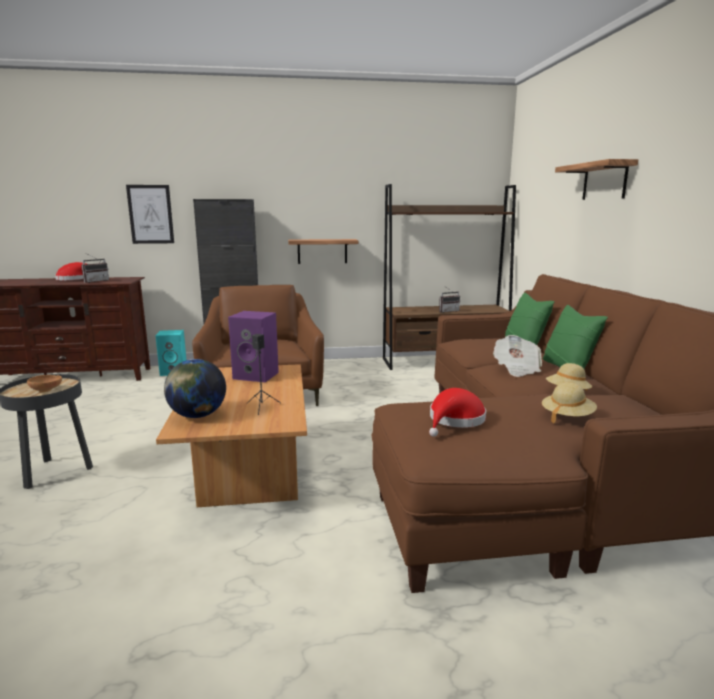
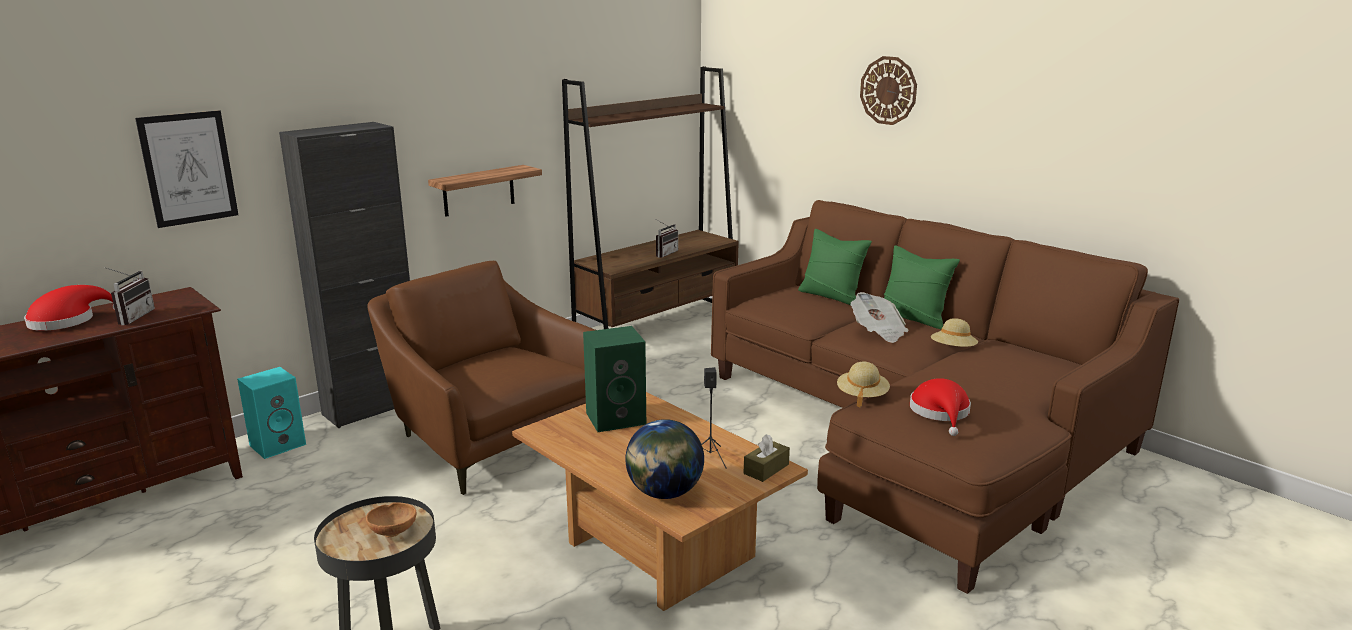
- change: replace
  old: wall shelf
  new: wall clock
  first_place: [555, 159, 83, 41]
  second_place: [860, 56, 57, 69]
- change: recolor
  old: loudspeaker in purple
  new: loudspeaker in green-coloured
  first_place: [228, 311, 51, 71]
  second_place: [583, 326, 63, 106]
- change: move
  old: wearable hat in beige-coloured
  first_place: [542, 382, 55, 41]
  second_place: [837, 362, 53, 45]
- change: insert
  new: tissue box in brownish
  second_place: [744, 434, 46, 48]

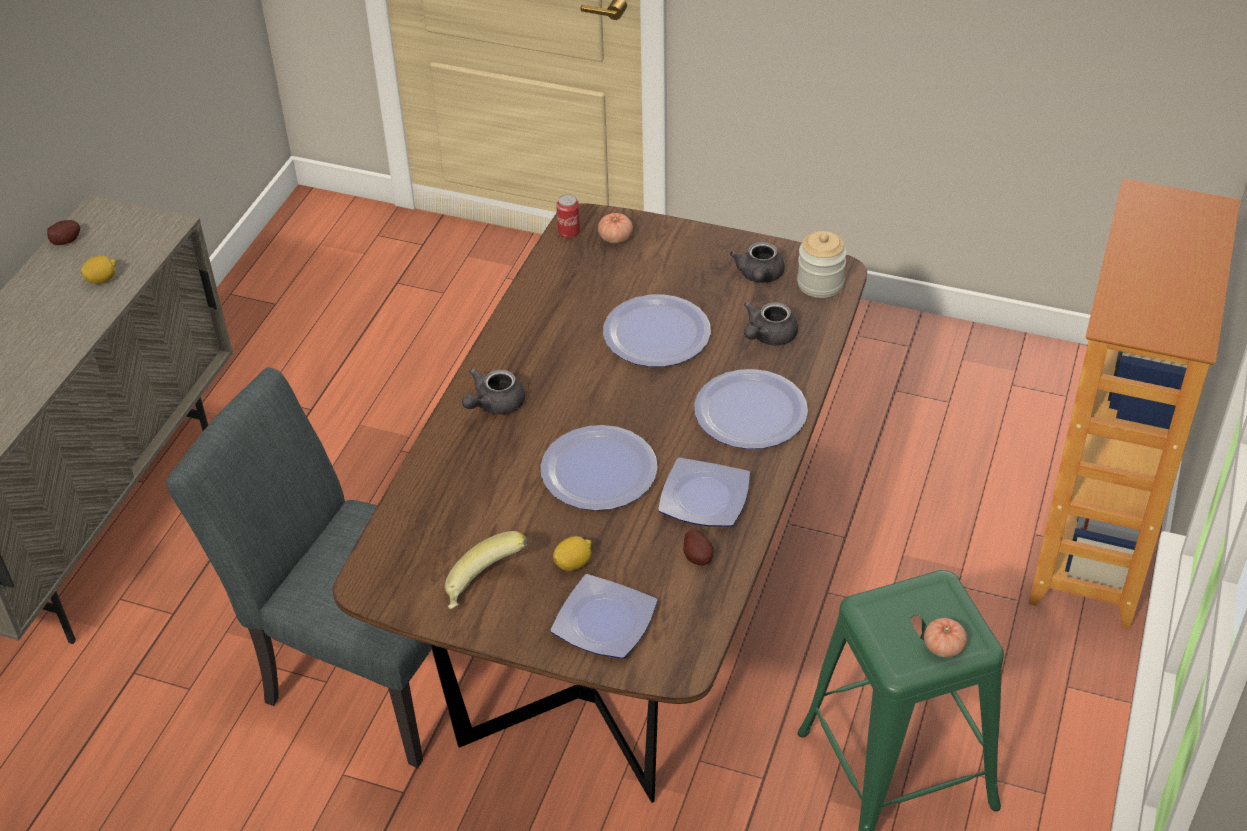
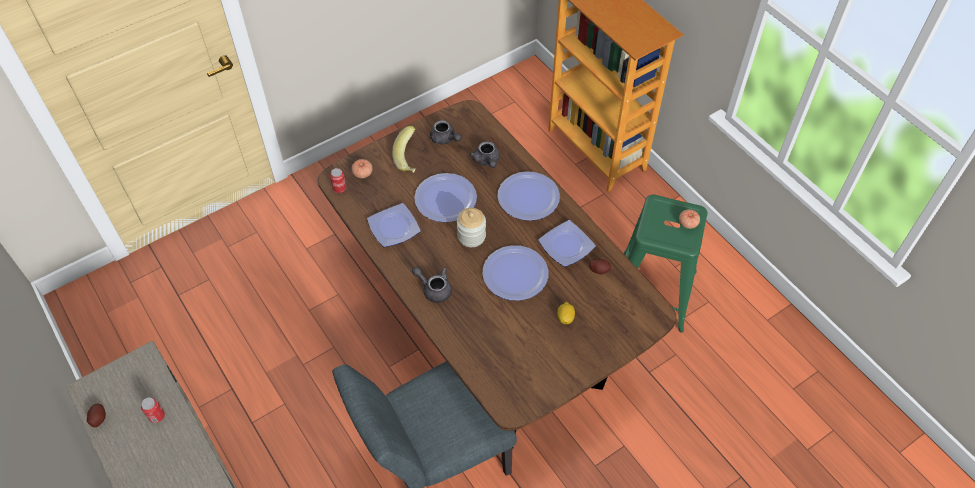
- change: move
  old: jar
  first_place: [797, 231, 50, 67]
  second_place: [457, 208, 29, 39]
- change: replace
  old: citrus fruit
  new: can
  first_place: [81, 255, 35, 29]
  second_place: [141, 397, 24, 26]
- change: rotate
  old: pot for tea in grey
  first_place: [462, 368, 63, 47]
  second_place: [412, 266, 40, 37]
  degrees: 135
- change: move
  old: banana fruit
  first_place: [445, 531, 83, 78]
  second_place: [392, 126, 24, 47]
- change: move
  old: plate
  first_place: [550, 574, 108, 85]
  second_place: [367, 203, 54, 44]

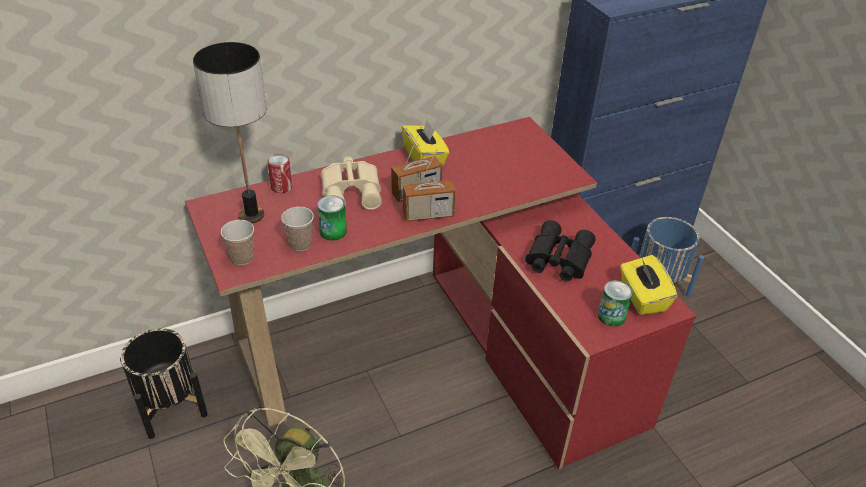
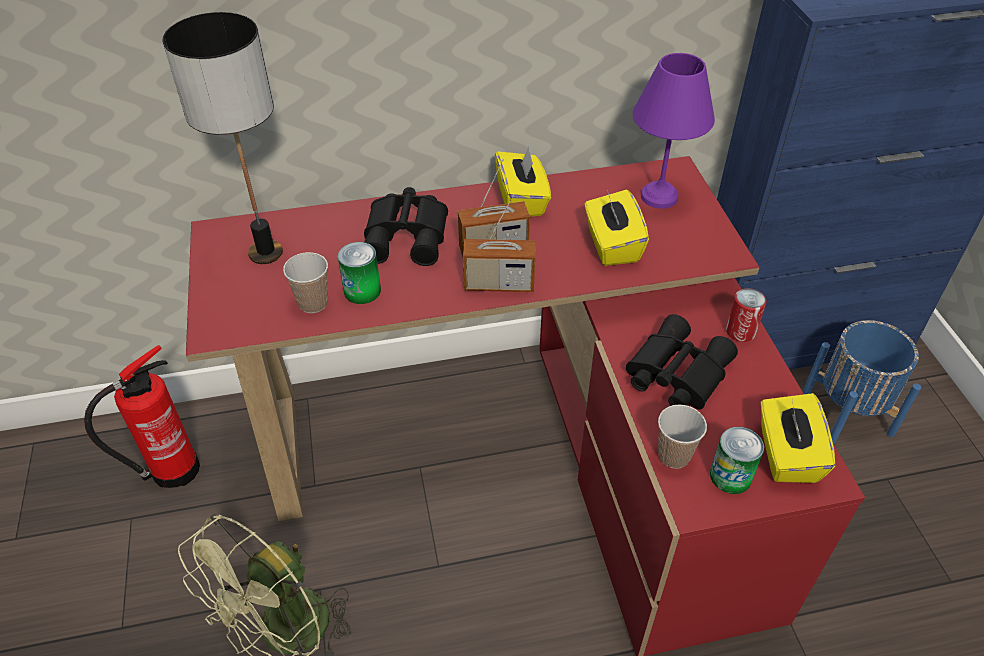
- change: move
  old: can
  first_place: [267, 154, 25, 39]
  second_place: [726, 288, 41, 54]
- change: recolor
  old: pair of binoculars in beige-coloured
  new: pair of binoculars in black-coloured
  first_place: [321, 157, 61, 53]
  second_place: [364, 187, 84, 79]
- change: move
  old: cup
  first_place: [221, 220, 33, 45]
  second_place: [658, 405, 49, 64]
- change: replace
  old: planter in black-coloured
  new: fire extinguisher
  first_place: [120, 328, 88, 111]
  second_place: [84, 345, 116, 143]
- change: insert
  new: table lamp in purple
  second_place: [633, 53, 82, 156]
- change: insert
  new: tissue box in yellow
  second_place: [584, 190, 65, 76]

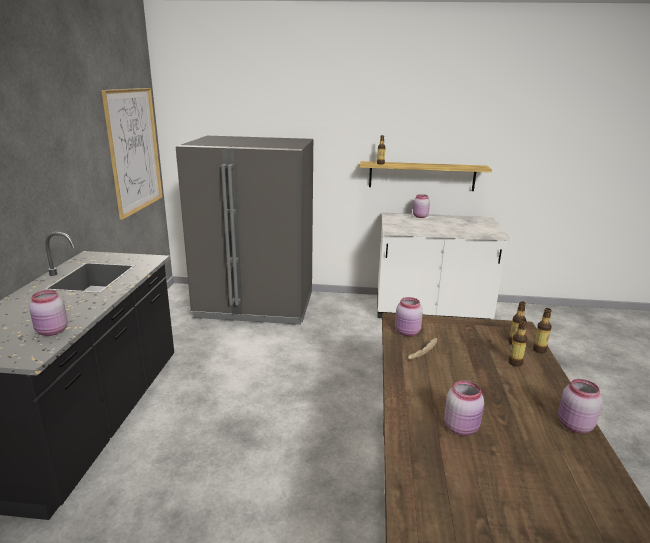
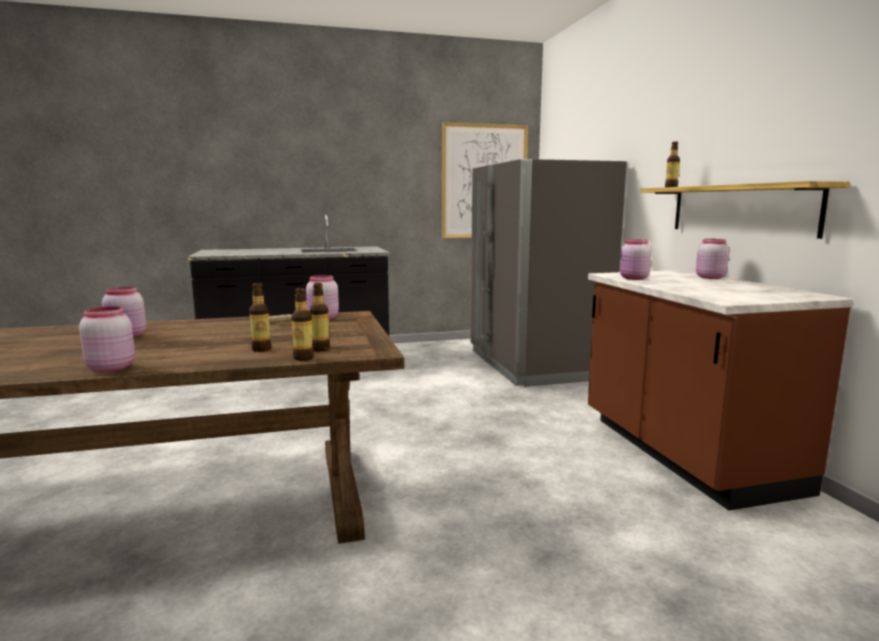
- change: recolor
  old: kitchen counter in white-coloured
  new: kitchen counter in brownish
  first_place: [377, 212, 133, 107]
  second_place: [588, 270, 265, 241]
- change: move
  old: jar in pink-coloured
  first_place: [29, 290, 39, 46]
  second_place: [620, 239, 32, 41]

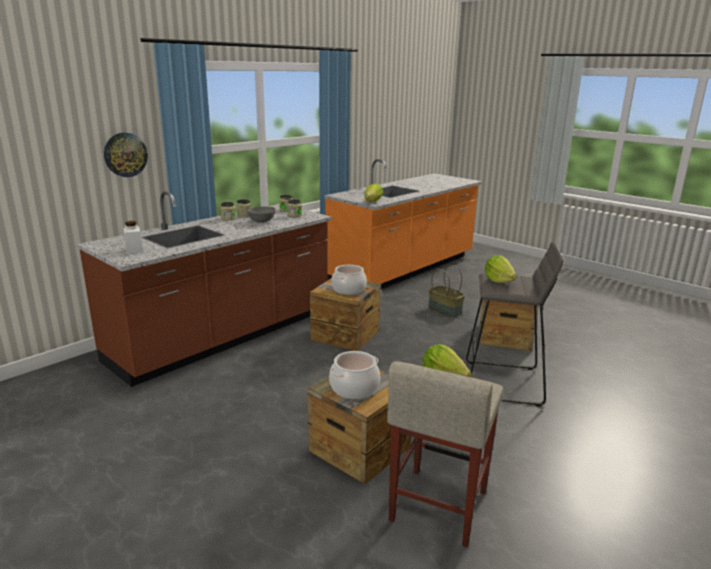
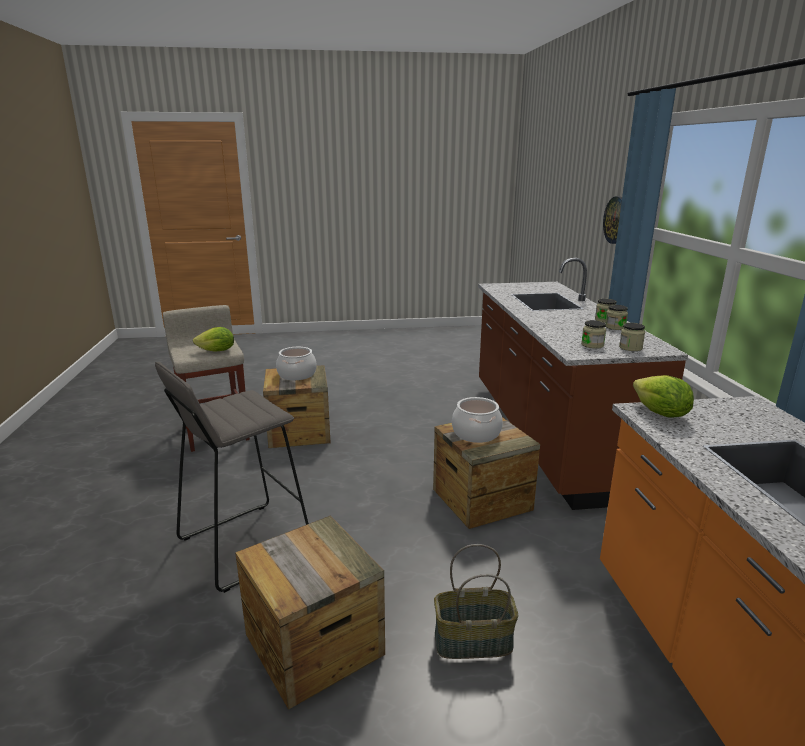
- change: delete
  old: bowl in grey
  first_place: [248, 206, 27, 17]
- change: delete
  old: jar in white-coloured
  first_place: [123, 221, 20, 33]
- change: delete
  old: lettuce head
  first_place: [485, 255, 32, 28]

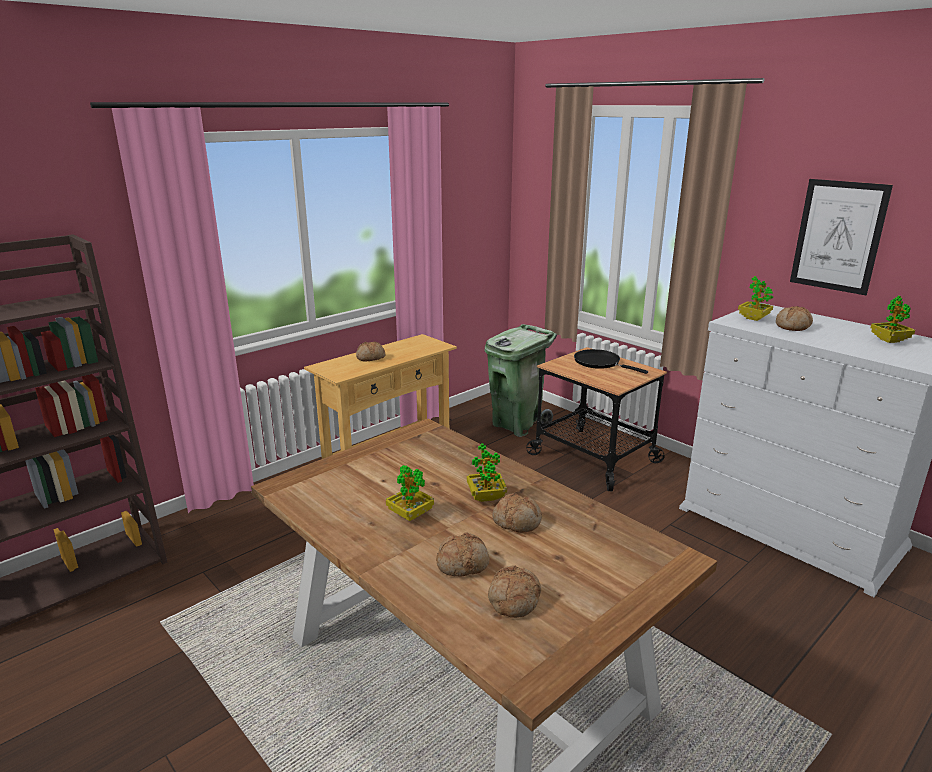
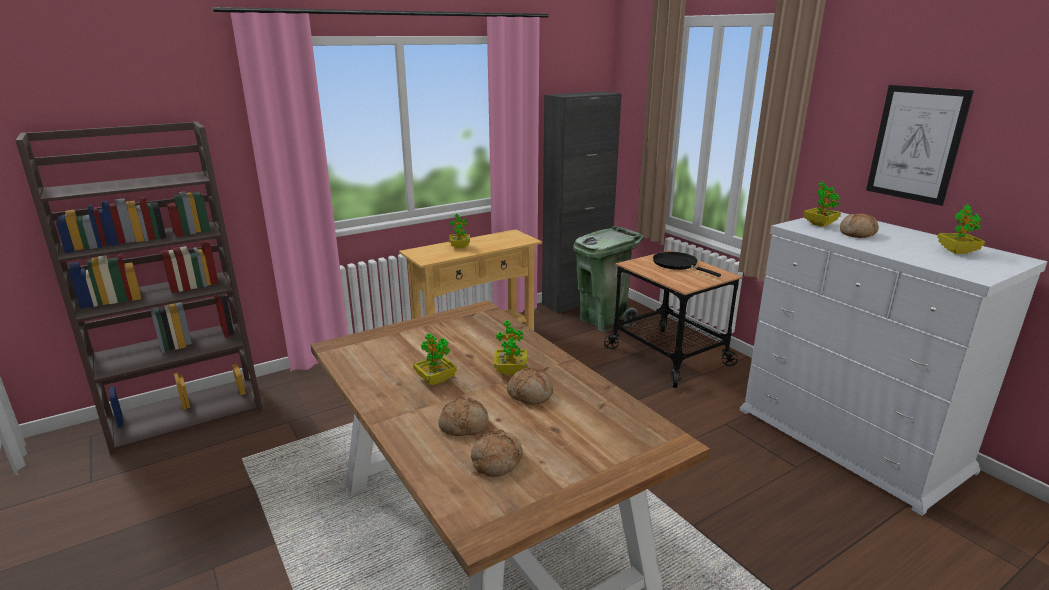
- change: replace
  old: baked bread
  new: plant in a pot
  first_place: [356, 341, 29, 20]
  second_place: [449, 213, 21, 35]
- change: insert
  new: cabinet in black-coloured
  second_place: [542, 91, 80, 223]

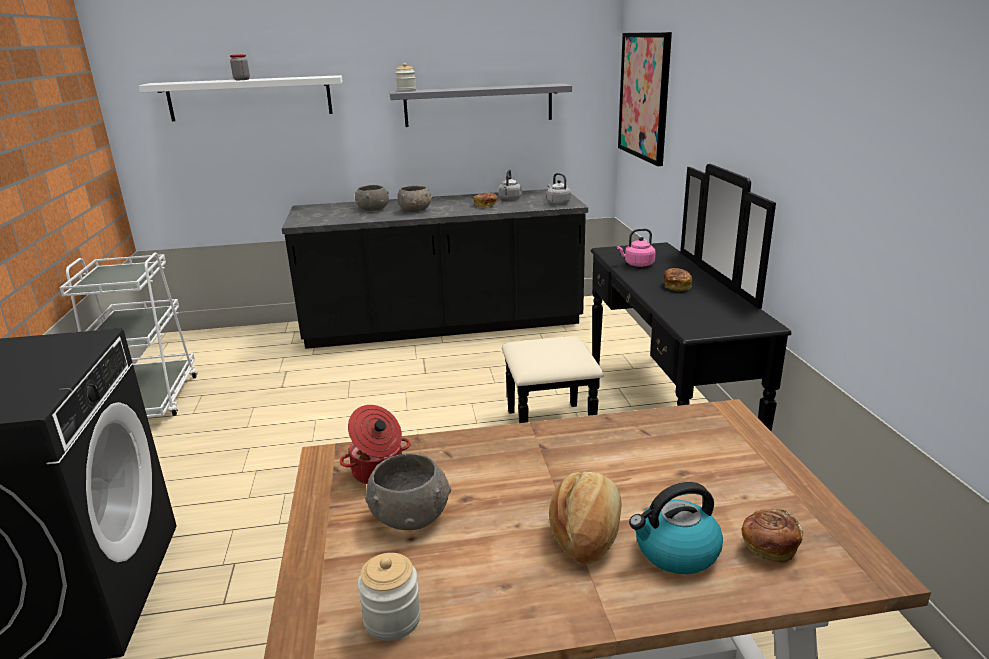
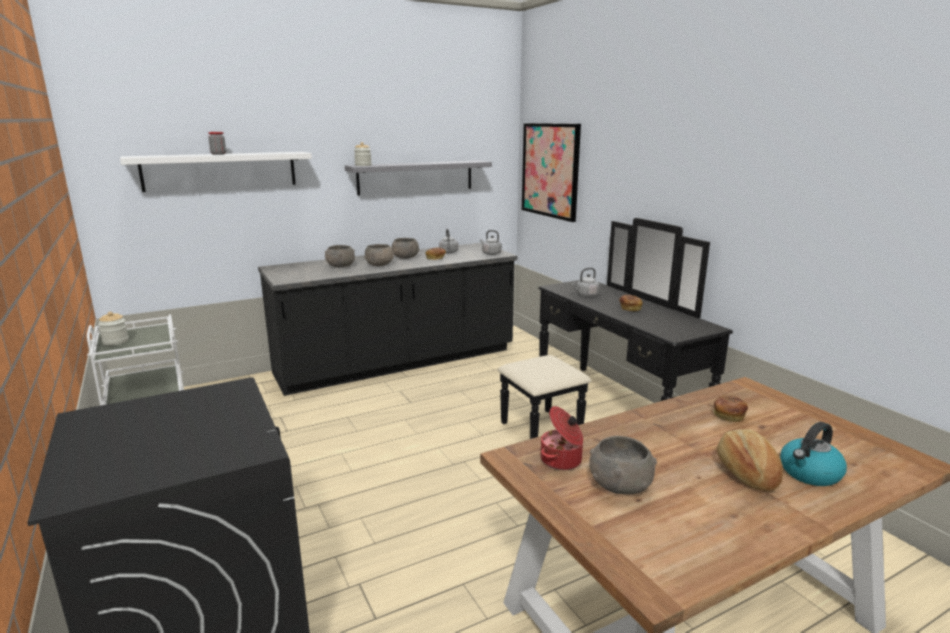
- change: recolor
  old: water kettle in pink-coloured
  new: water kettle in grey
  first_place: [617, 228, 39, 39]
  second_place: [572, 268, 28, 29]
- change: move
  old: baked bread
  first_place: [741, 508, 62, 55]
  second_place: [713, 395, 35, 27]
- change: move
  old: jar
  first_place: [358, 553, 63, 88]
  second_place: [98, 312, 31, 33]
- change: insert
  new: bowl in grey
  second_place: [391, 238, 29, 21]

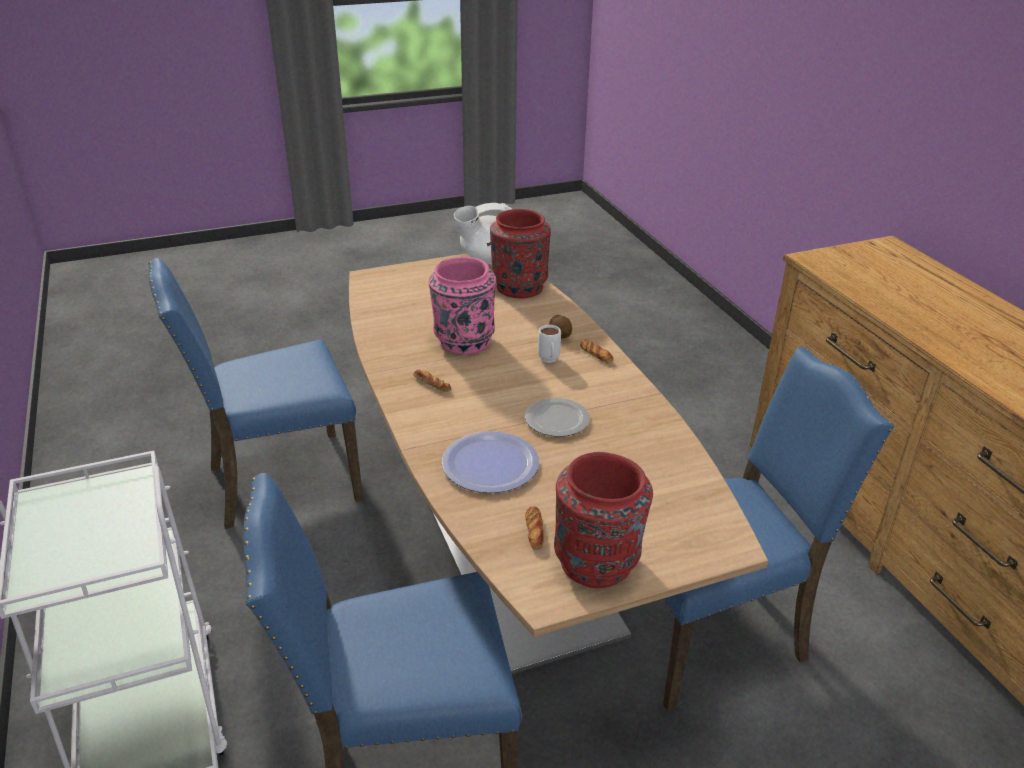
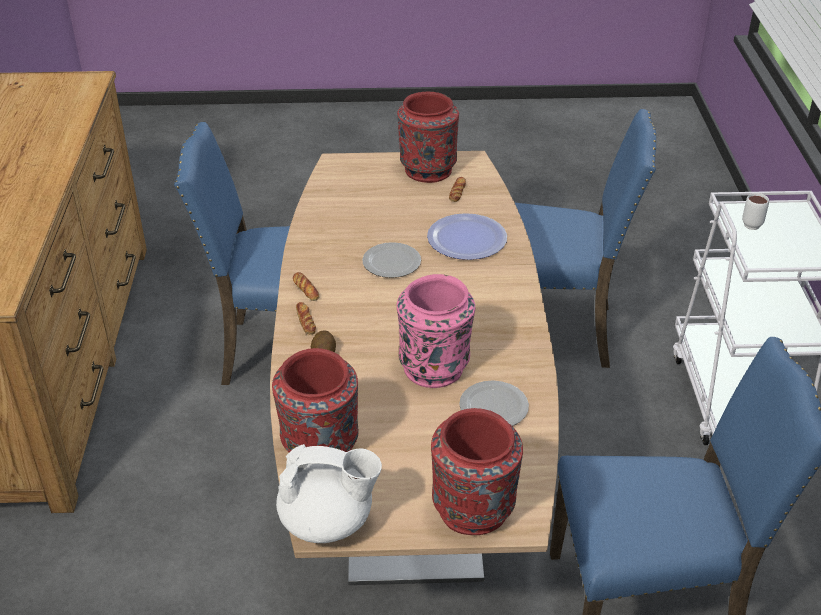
- change: move
  old: coffee mug in white-coloured
  first_place: [538, 325, 23, 38]
  second_place: [742, 193, 27, 37]
- change: move
  old: baked bread
  first_place: [414, 369, 37, 23]
  second_place: [293, 272, 26, 29]
- change: insert
  new: plate
  second_place: [459, 381, 70, 45]
- change: insert
  new: vase in reddish
  second_place: [431, 408, 92, 127]

